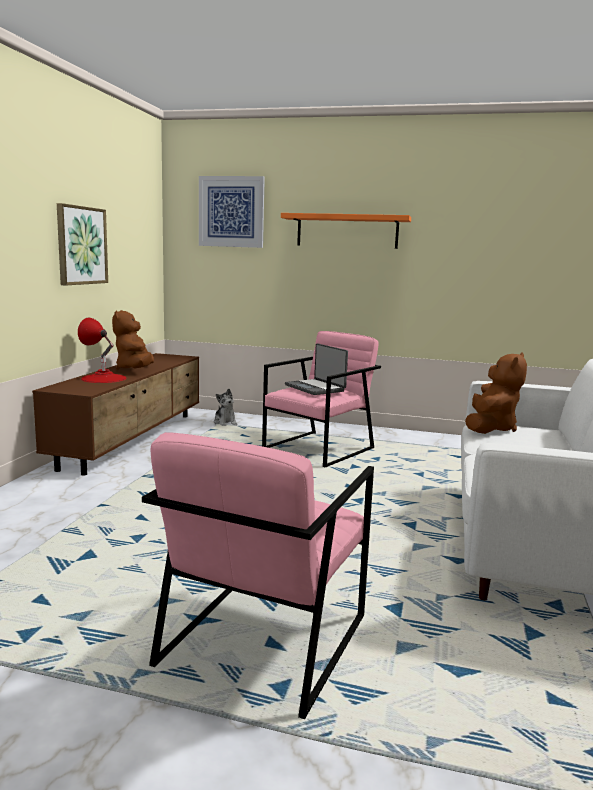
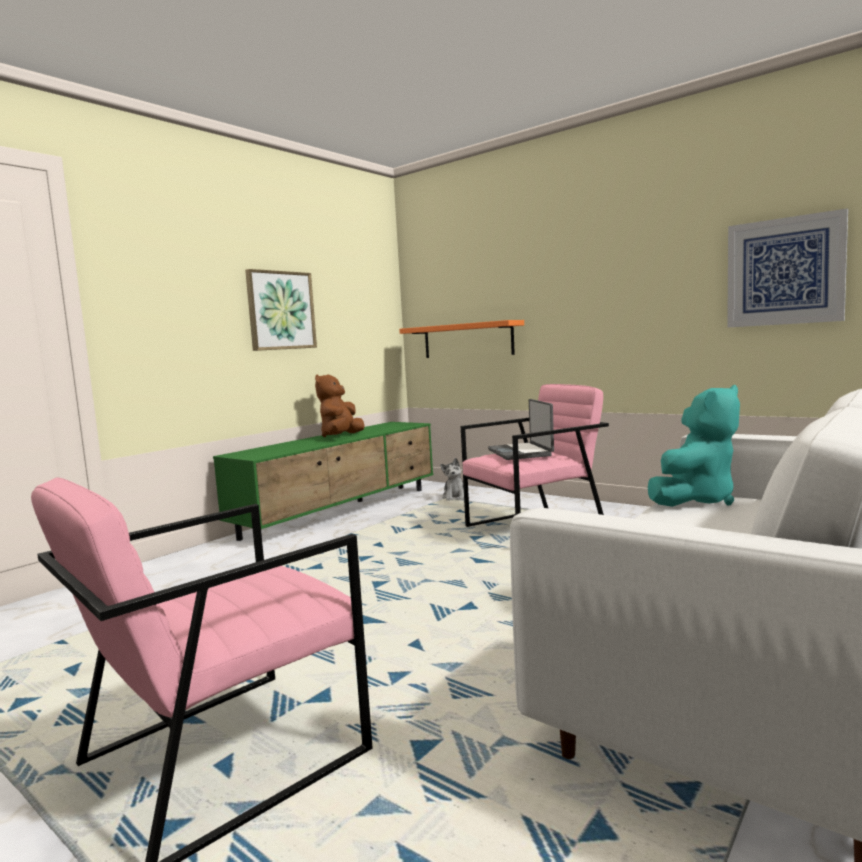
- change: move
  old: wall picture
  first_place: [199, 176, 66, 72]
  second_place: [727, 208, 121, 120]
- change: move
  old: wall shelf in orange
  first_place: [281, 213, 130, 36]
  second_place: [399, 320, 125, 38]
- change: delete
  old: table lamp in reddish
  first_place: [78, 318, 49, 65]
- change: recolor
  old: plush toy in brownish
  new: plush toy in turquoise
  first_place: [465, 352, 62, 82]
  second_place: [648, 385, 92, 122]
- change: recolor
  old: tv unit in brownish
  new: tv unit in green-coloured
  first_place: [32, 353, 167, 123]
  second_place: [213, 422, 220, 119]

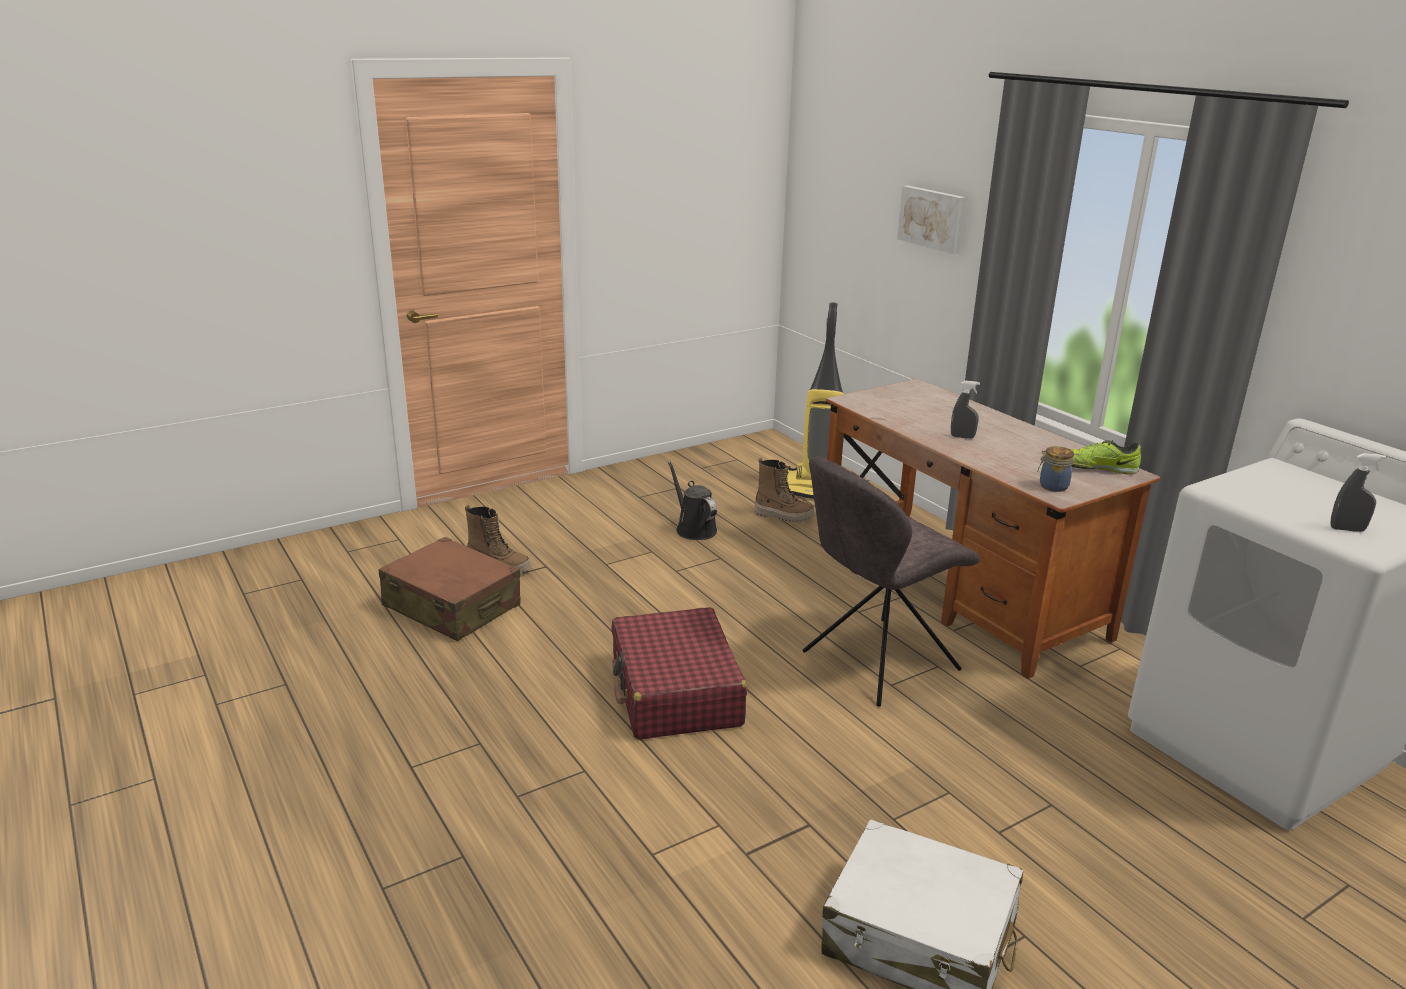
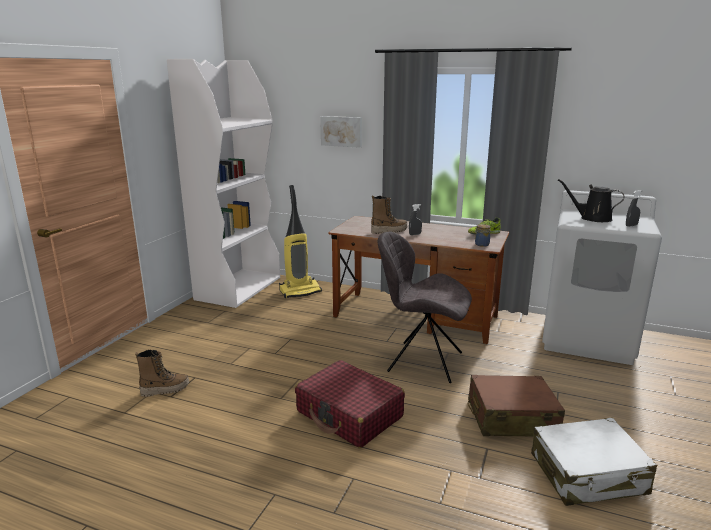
- change: rotate
  old: chair in grey
  first_place: [803, 456, 177, 251]
  second_place: [378, 232, 94, 151]
  degrees: 90
- change: move
  old: boot
  first_place: [755, 457, 59, 66]
  second_place: [371, 196, 36, 38]
- change: move
  old: watering pot in black-coloured
  first_place: [668, 461, 49, 79]
  second_place: [558, 179, 66, 43]
- change: move
  old: travel case in brownish
  first_place: [379, 537, 142, 104]
  second_place: [468, 375, 97, 61]
- change: insert
  new: shelving unit in white-coloured
  second_place: [167, 59, 113, 249]

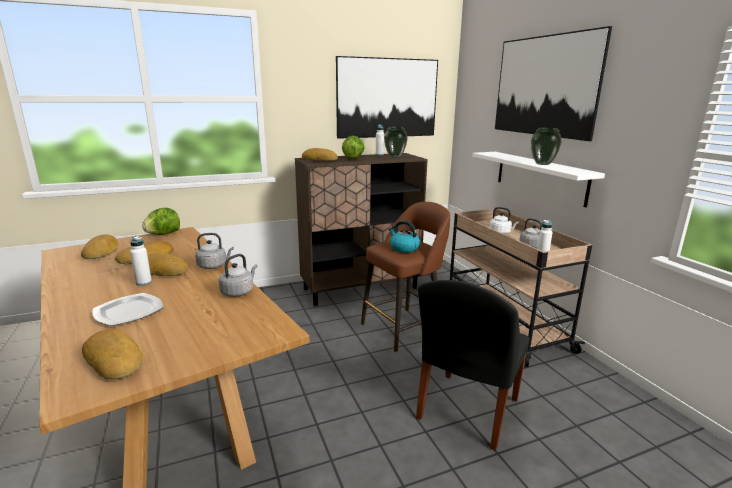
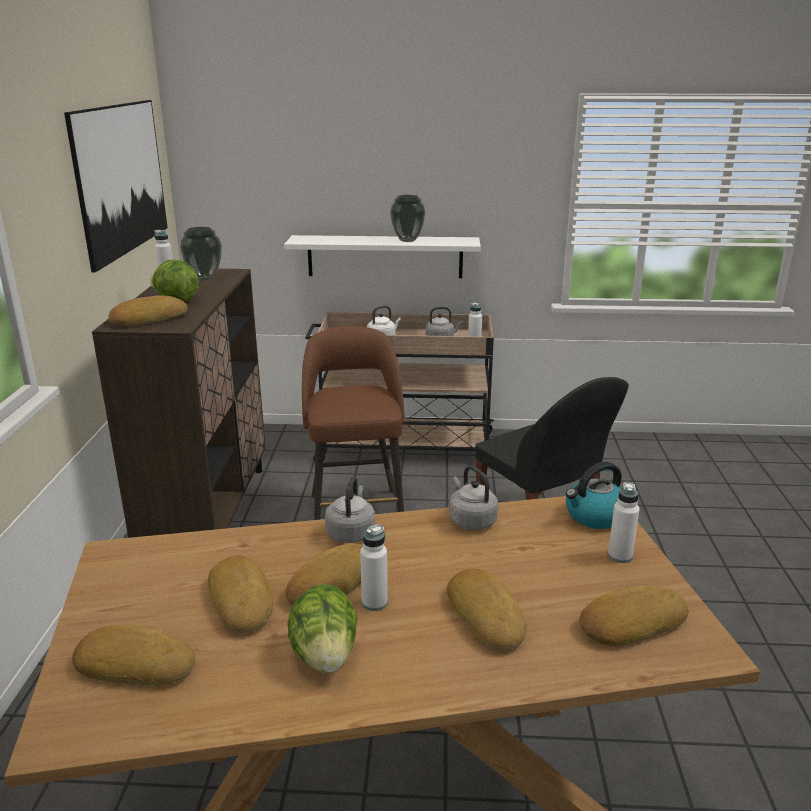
- change: delete
  old: wall picture
  first_place: [495, 26, 117, 115]
- change: move
  old: lettuce head
  first_place: [142, 208, 38, 27]
  second_place: [287, 584, 71, 89]
- change: move
  old: water kettle
  first_place: [388, 221, 32, 32]
  second_place: [566, 462, 56, 67]
- change: replace
  old: plate
  new: baked bread
  first_place: [92, 293, 72, 33]
  second_place: [447, 569, 80, 81]
- change: insert
  new: bottle in white-coloured
  second_place: [608, 482, 31, 81]

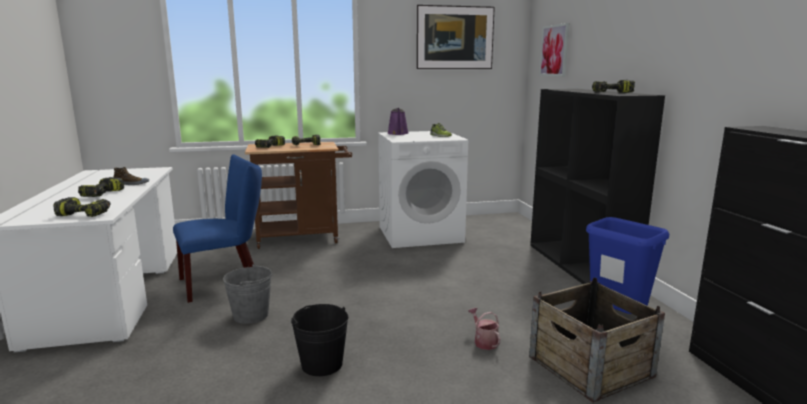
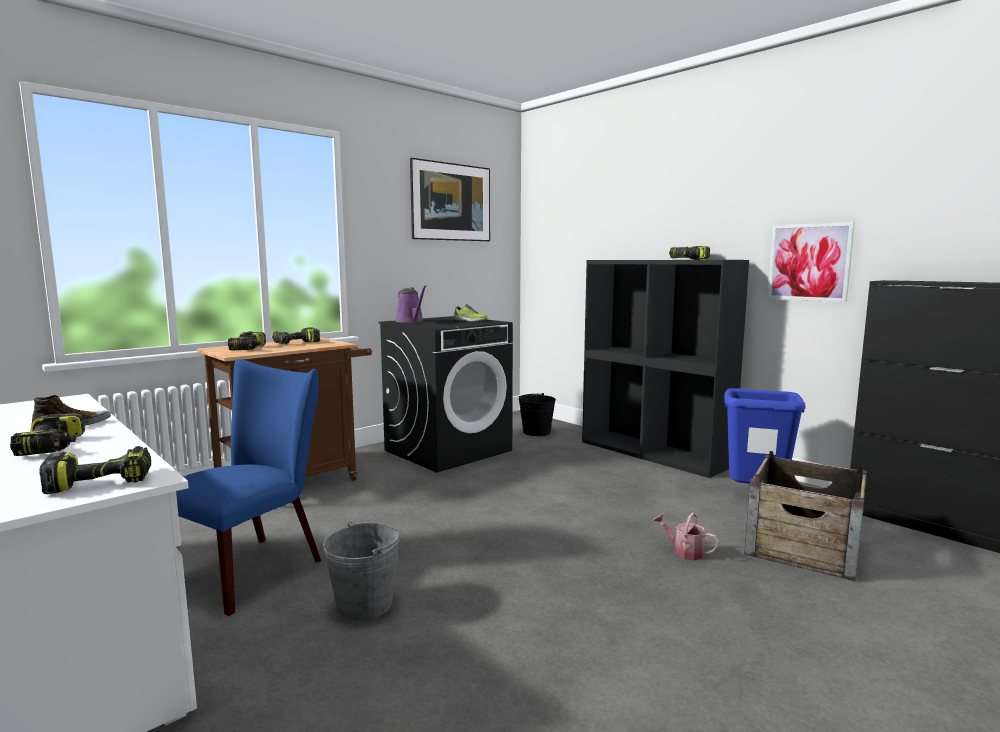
- change: move
  old: wall picture
  first_place: [539, 23, 30, 53]
  second_place: [767, 222, 88, 80]
- change: recolor
  old: washing machine in white-coloured
  new: washing machine in black-coloured
  first_place: [378, 131, 90, 117]
  second_place: [379, 316, 134, 157]
- change: move
  old: bucket in black-coloured
  first_place: [291, 304, 58, 72]
  second_place: [519, 393, 37, 43]

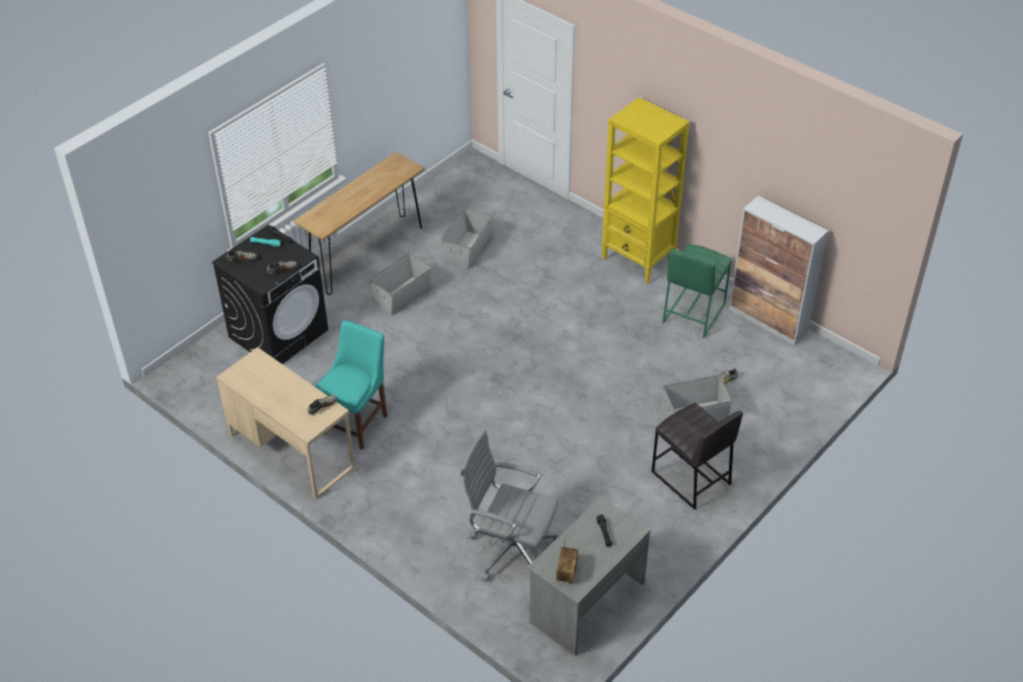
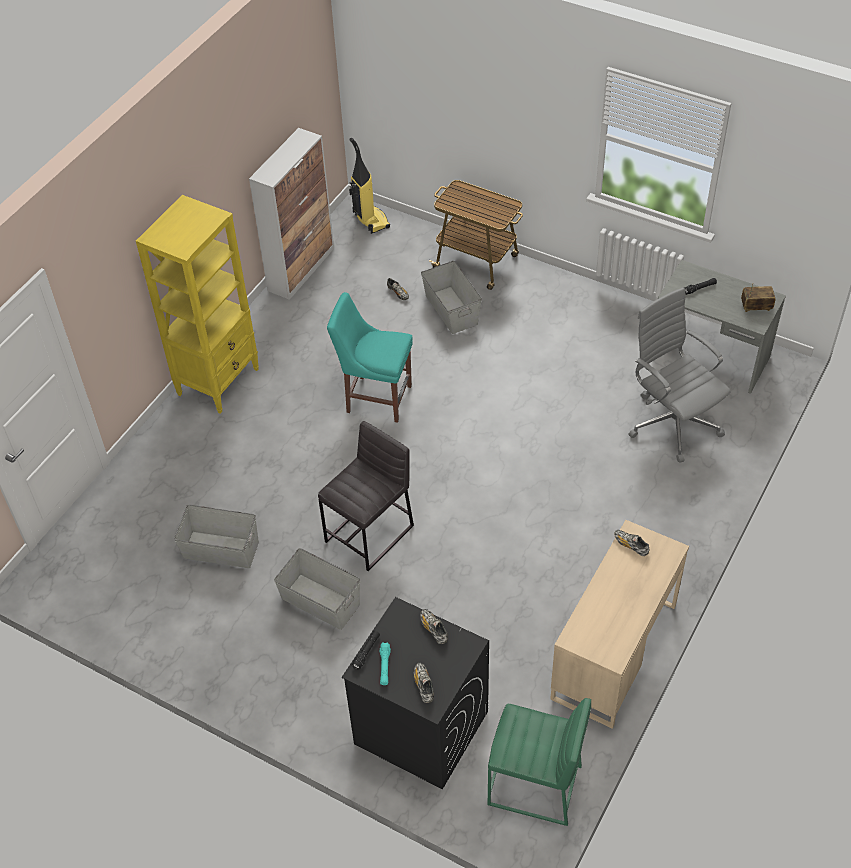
- change: delete
  old: console table in brownish
  first_place: [294, 152, 131, 143]
- change: move
  old: stool in green-coloured
  first_place: [662, 244, 70, 94]
  second_place: [488, 698, 103, 128]
- change: move
  old: chair in turquoise
  first_place: [315, 320, 72, 130]
  second_place: [327, 292, 86, 131]
- change: move
  old: stool in grey
  first_place: [652, 402, 91, 108]
  second_place: [318, 421, 96, 150]
- change: rotate
  old: desk chair in grey
  first_place: [461, 430, 98, 151]
  second_place: [629, 287, 102, 176]
  degrees: 135
- change: insert
  new: vacuum cleaner
  second_place: [349, 138, 41, 96]
- change: insert
  new: trolley
  second_place: [429, 180, 94, 110]

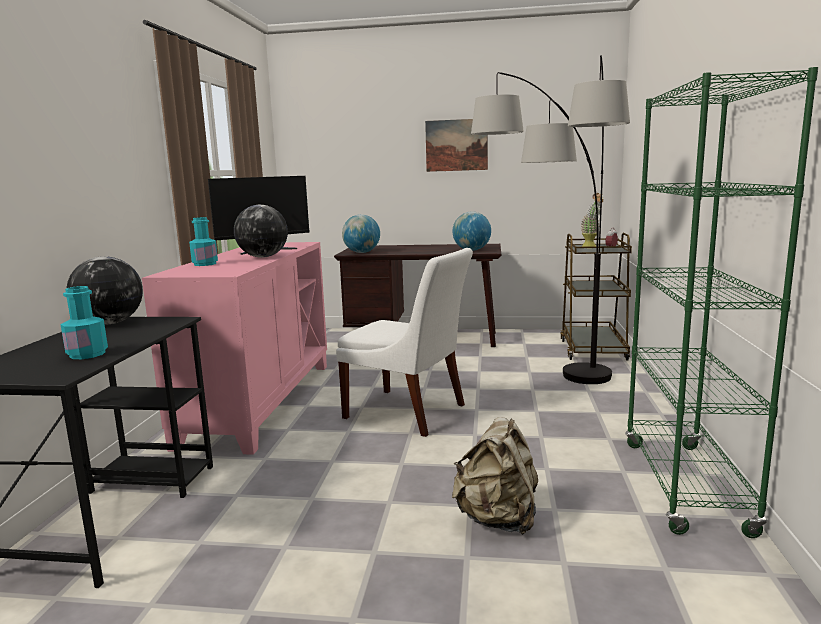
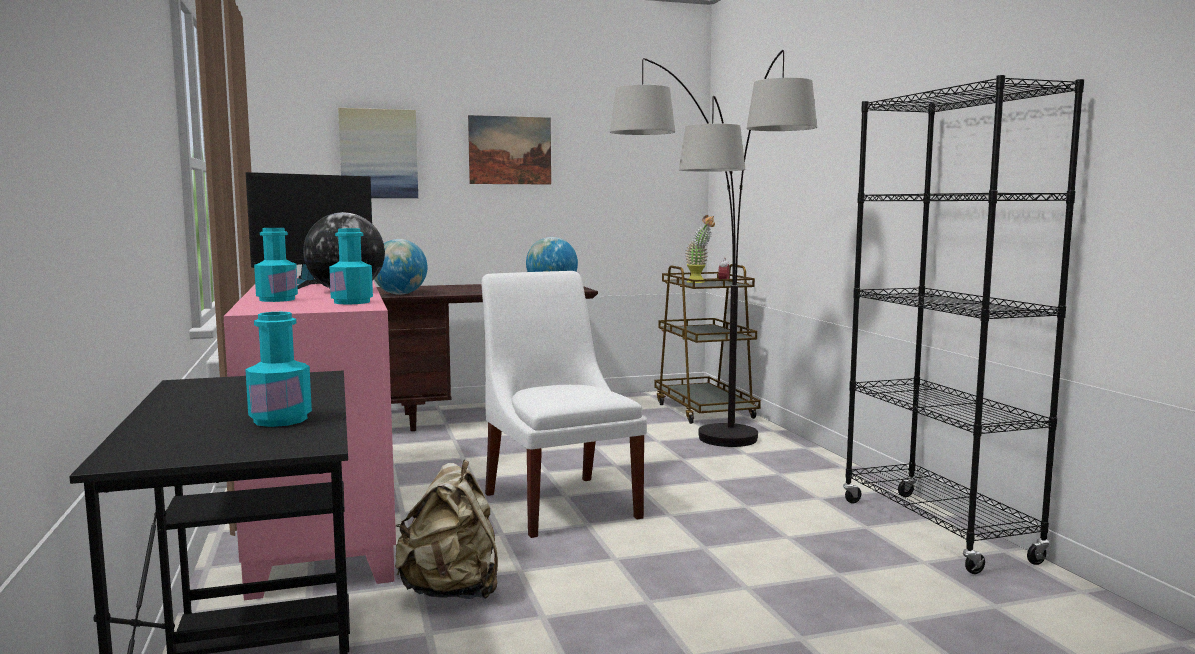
- change: recolor
  old: shelving unit in green-coloured
  new: shelving unit in black-coloured
  first_place: [625, 67, 193, 471]
  second_place: [843, 75, 241, 499]
- change: rotate
  old: chair in white-coloured
  first_place: [336, 248, 137, 189]
  second_place: [481, 271, 166, 267]
  degrees: -120
- change: delete
  old: desk globe
  first_place: [66, 256, 77, 68]
- change: move
  old: knapsack in beige-coloured
  first_place: [452, 417, 86, 118]
  second_place: [395, 460, 103, 139]
- change: insert
  new: wall picture
  second_place: [338, 108, 80, 90]
- change: insert
  new: bottle in turquoise
  second_place: [329, 228, 44, 77]

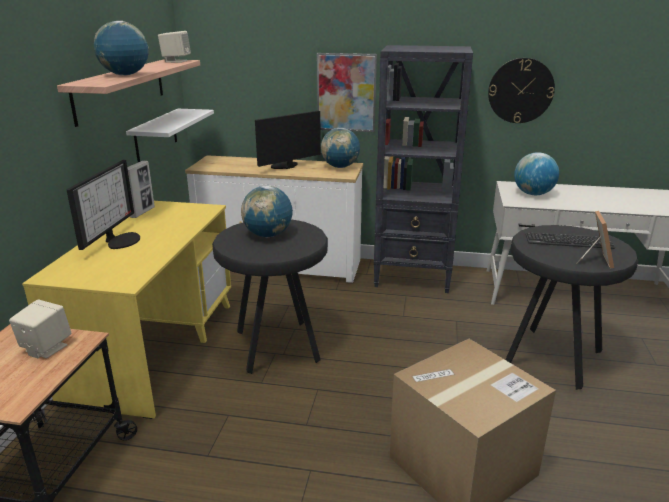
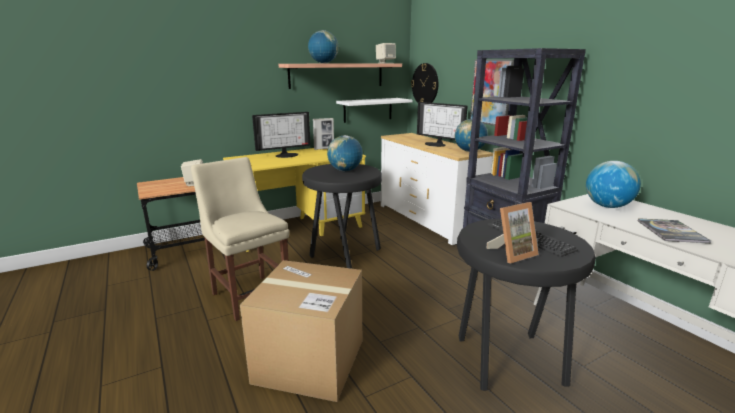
- change: move
  old: wall clock
  first_place: [488, 58, 67, 65]
  second_place: [411, 63, 27, 40]
- change: rotate
  old: monitor
  first_place: [255, 111, 66, 58]
  second_place: [417, 102, 51, 45]
  degrees: -150
- change: insert
  new: chair in beige-coloured
  second_place: [191, 157, 98, 164]
- change: insert
  new: bound book
  second_place: [638, 218, 73, 25]

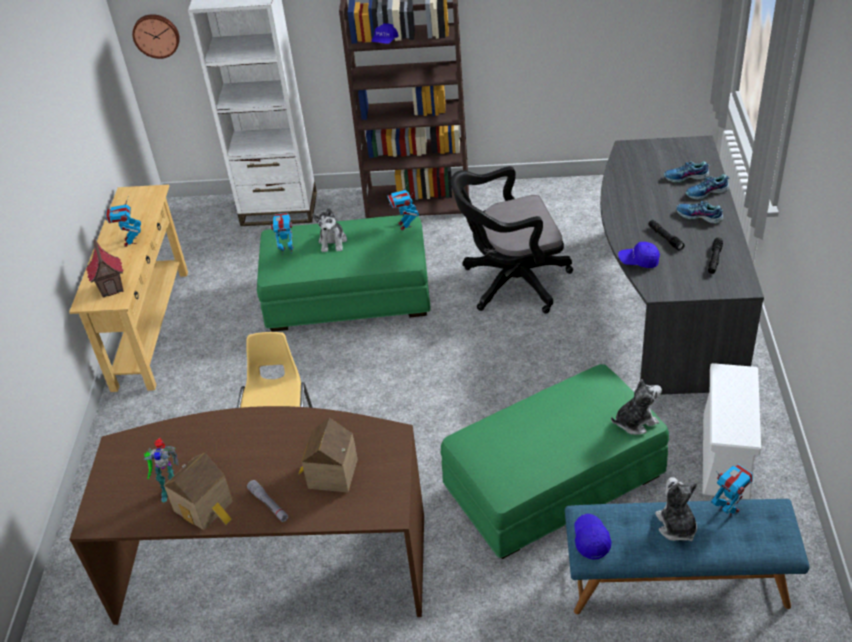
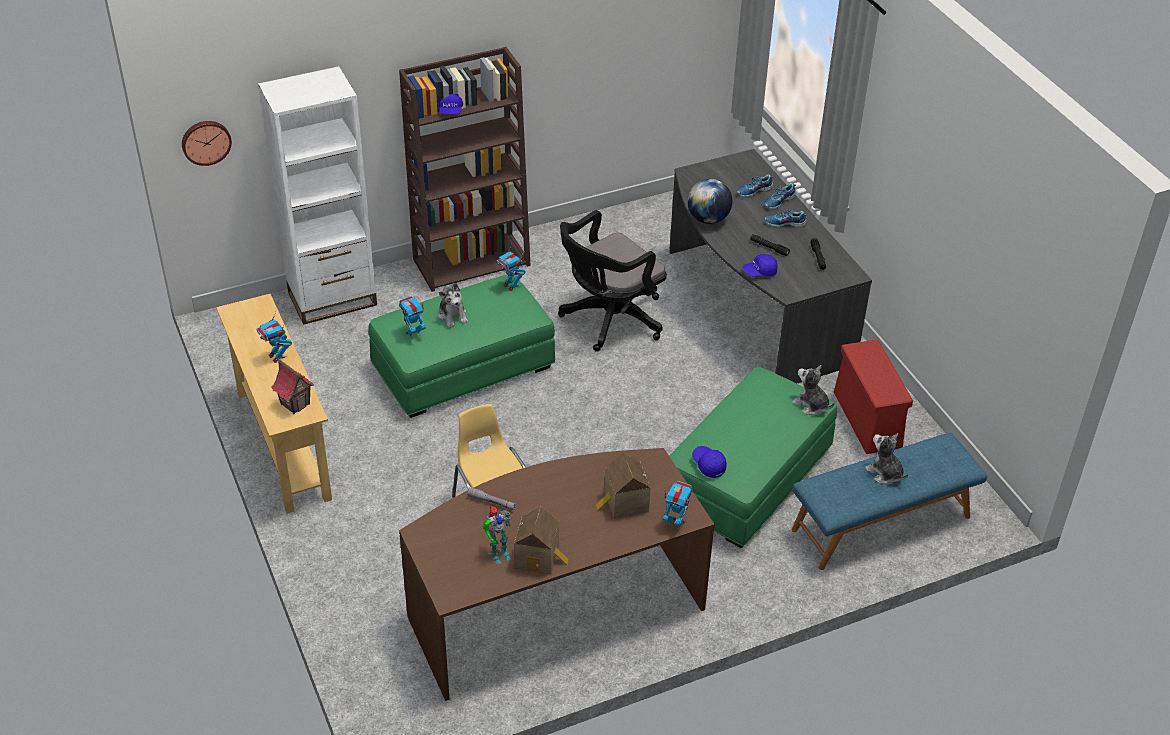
- change: recolor
  old: storage bin in white-coloured
  new: storage bin in reddish
  first_place: [703, 363, 58, 136]
  second_place: [834, 339, 79, 115]
- change: rotate
  old: plush toy
  first_place: [611, 379, 51, 56]
  second_place: [792, 365, 43, 50]
  degrees: -90
- change: move
  old: model robot
  first_place: [711, 464, 42, 54]
  second_place: [663, 481, 30, 49]
- change: move
  old: hand torch in grey
  first_place: [247, 480, 41, 42]
  second_place: [467, 487, 50, 24]
- change: move
  old: cap in blue-coloured
  first_place: [574, 514, 37, 45]
  second_place: [692, 446, 35, 32]
- change: insert
  new: desk globe
  second_place: [687, 179, 45, 45]

